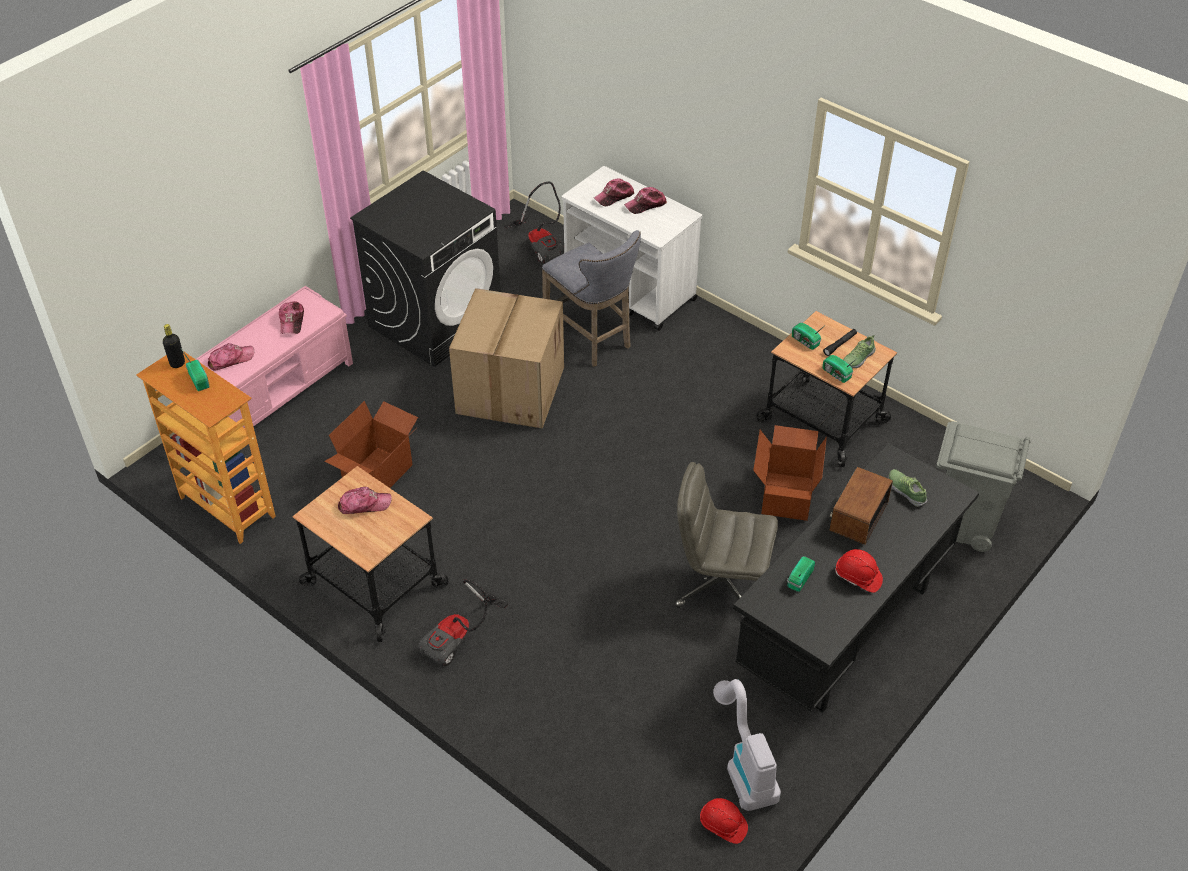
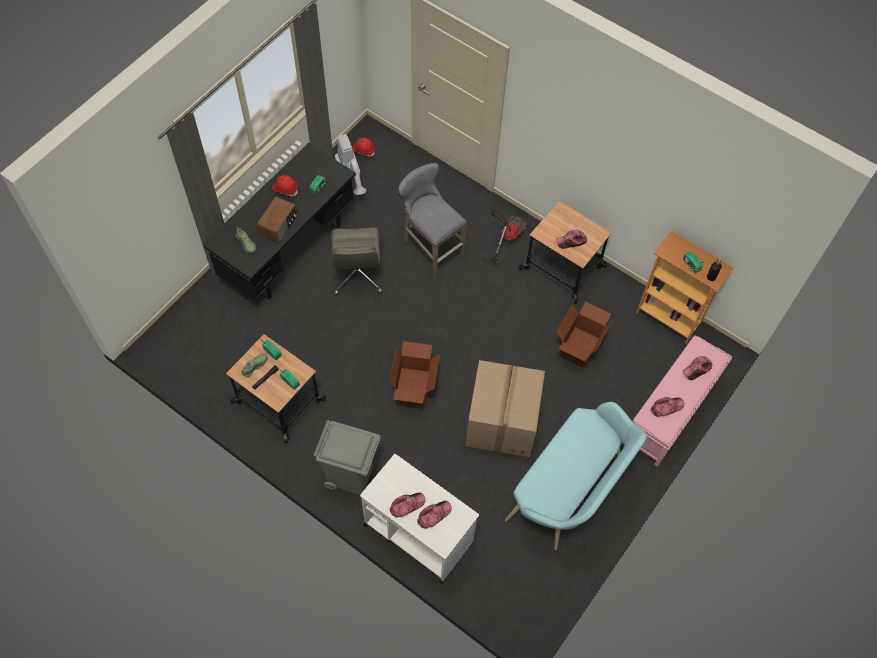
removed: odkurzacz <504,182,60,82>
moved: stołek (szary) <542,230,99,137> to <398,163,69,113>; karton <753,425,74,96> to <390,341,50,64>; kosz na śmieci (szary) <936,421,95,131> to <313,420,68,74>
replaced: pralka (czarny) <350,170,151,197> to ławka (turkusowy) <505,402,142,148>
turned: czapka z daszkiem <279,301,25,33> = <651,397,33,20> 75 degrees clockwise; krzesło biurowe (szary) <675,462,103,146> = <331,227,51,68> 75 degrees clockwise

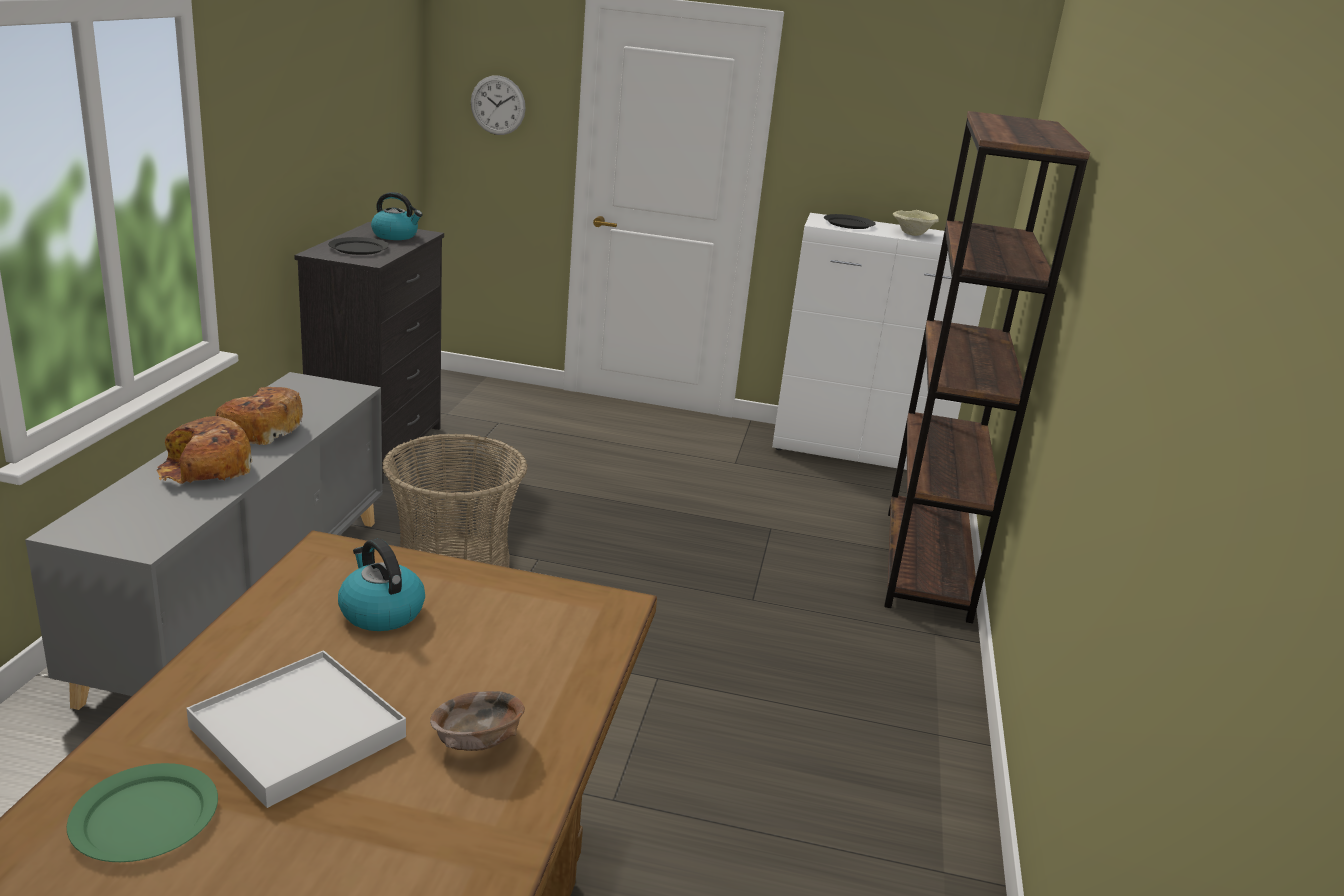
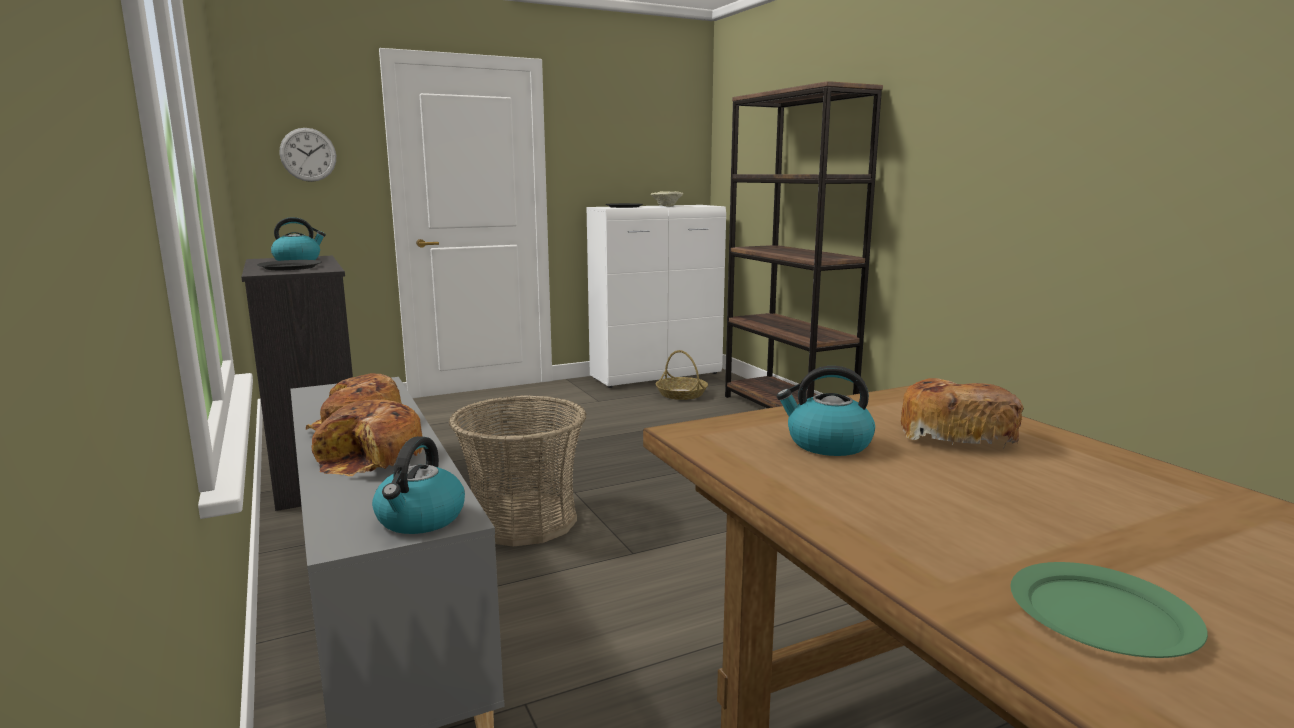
removed: taca (biały) <186,650,220,158>; miska (brązowy) <430,691,95,60>
added: czajnik <372,436,93,98>; koszyk <656,350,52,50>; chleb <901,378,123,72>

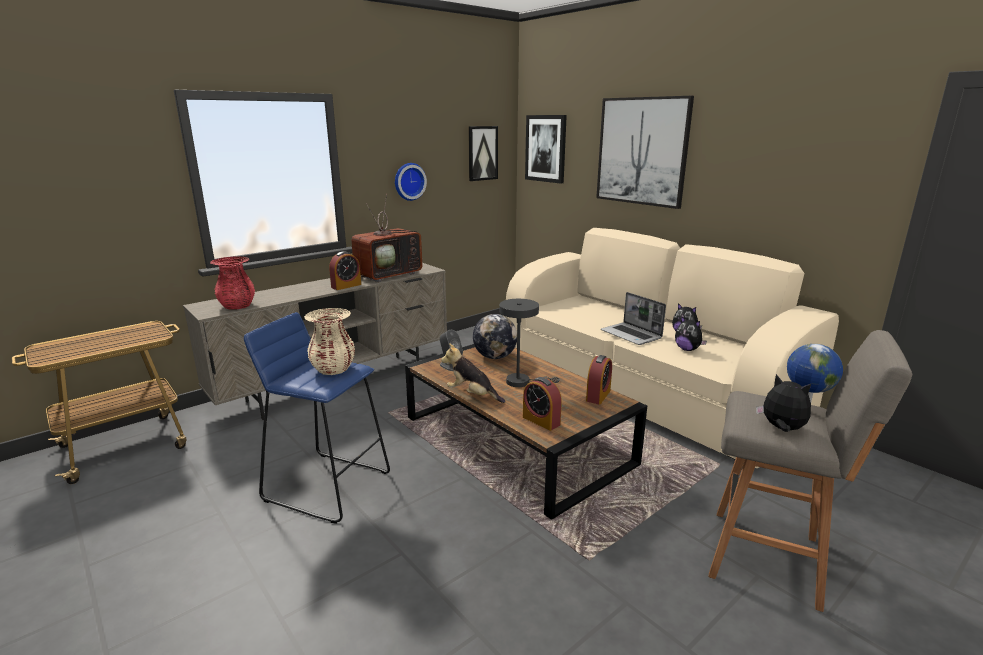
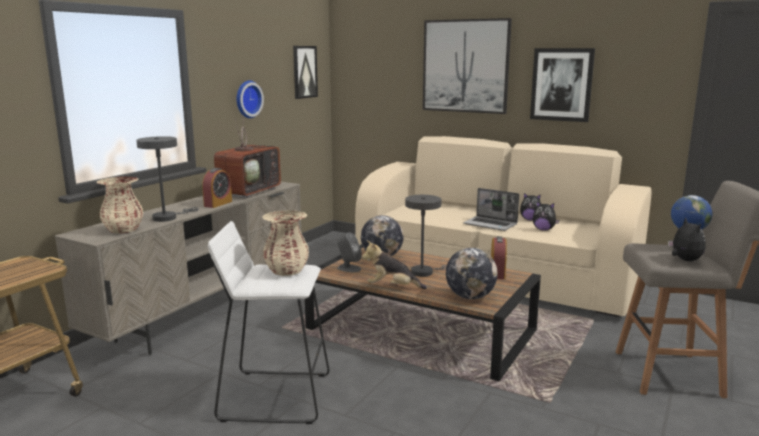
added: lampa stołowa (szary) <136,136,62,86>
moved: obraz <525,115,42,69> to <530,48,65,74>
replaced: budzik <523,377,39,54> to globus <446,248,52,51>
recoloured: wazon (czerwony) <210,257,45,53> to wazon (beżowy) <96,177,48,57>; stołek (niebieski) <244,312,146,212> to stołek (biały) <208,221,122,203>
turned: pluszak <756,374,55,58> = <668,218,38,43> 60 degrees clockwise

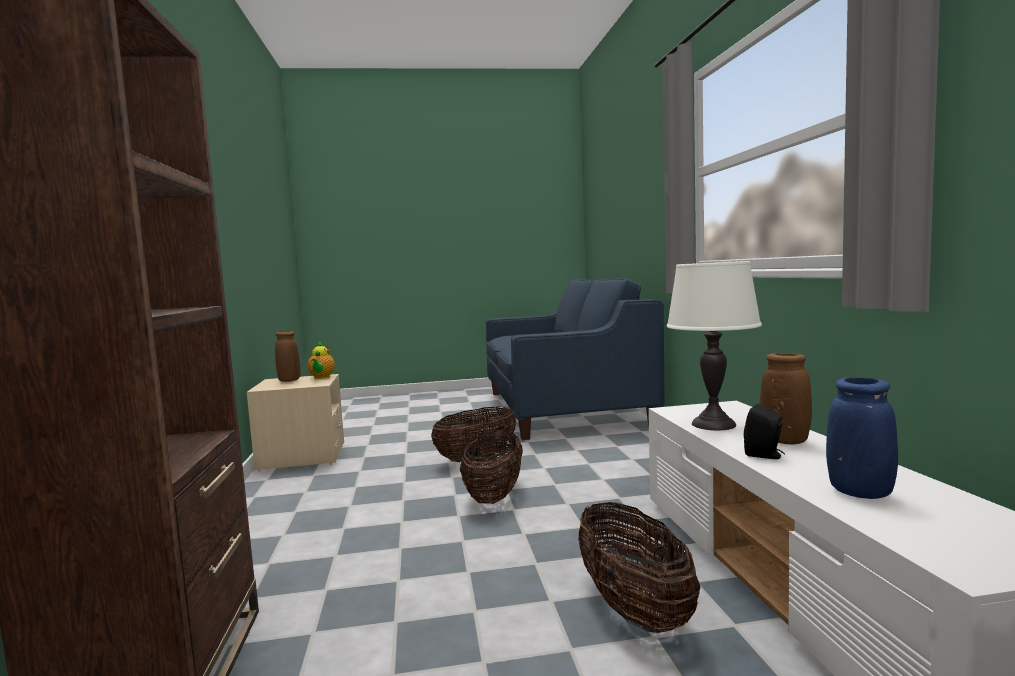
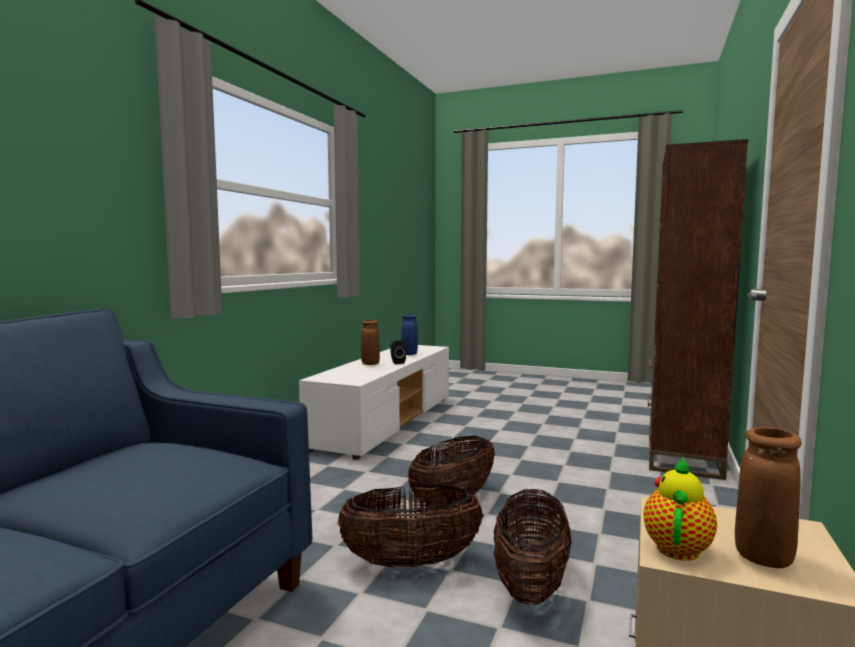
removed: lampa stołowa (biały) <666,261,96,169>
moved: koszyk <578,502,122,131> to <493,489,79,116>

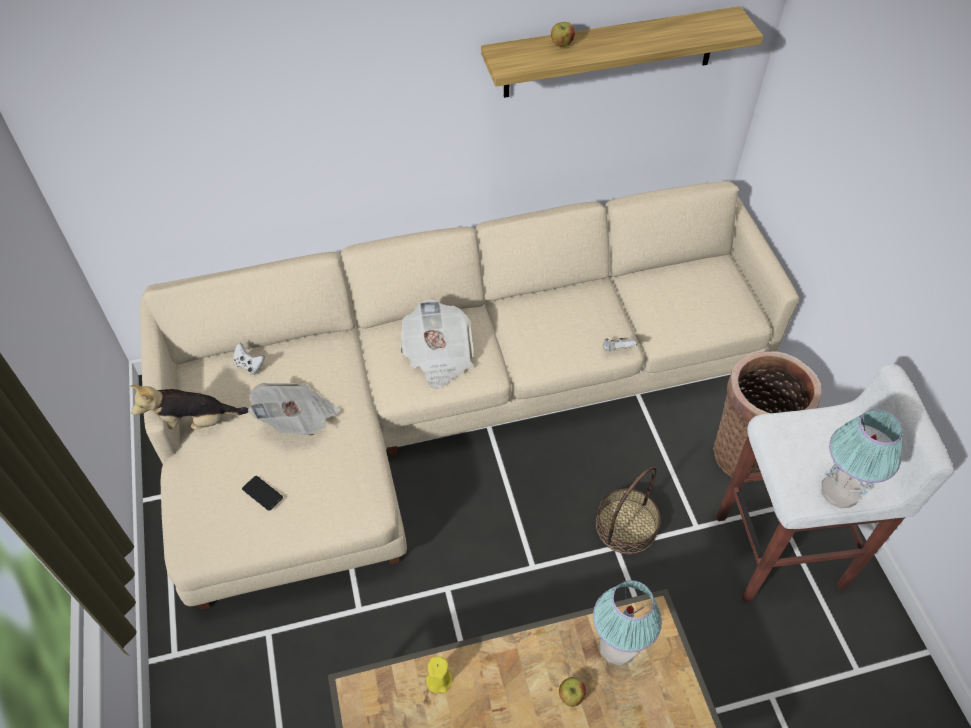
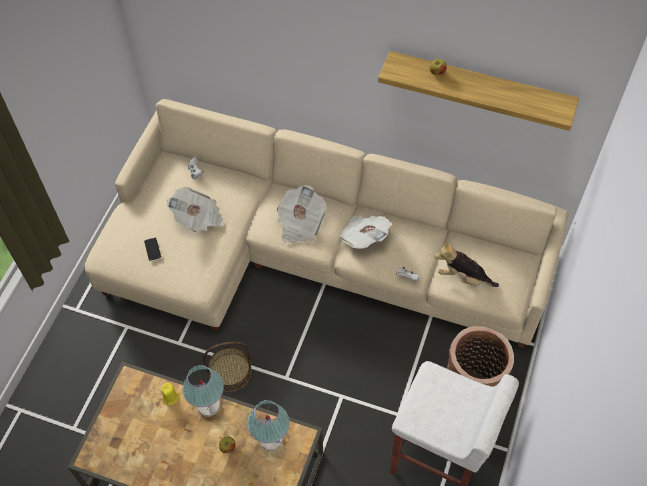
added: gazeta <338,215,54,34>
moved: pluszak <130,385,118,45> to <434,241,65,46>; koszyk <596,466,65,88> to <203,342,49,50>; lampa stołowa <821,409,82,99> to <183,365,41,52>

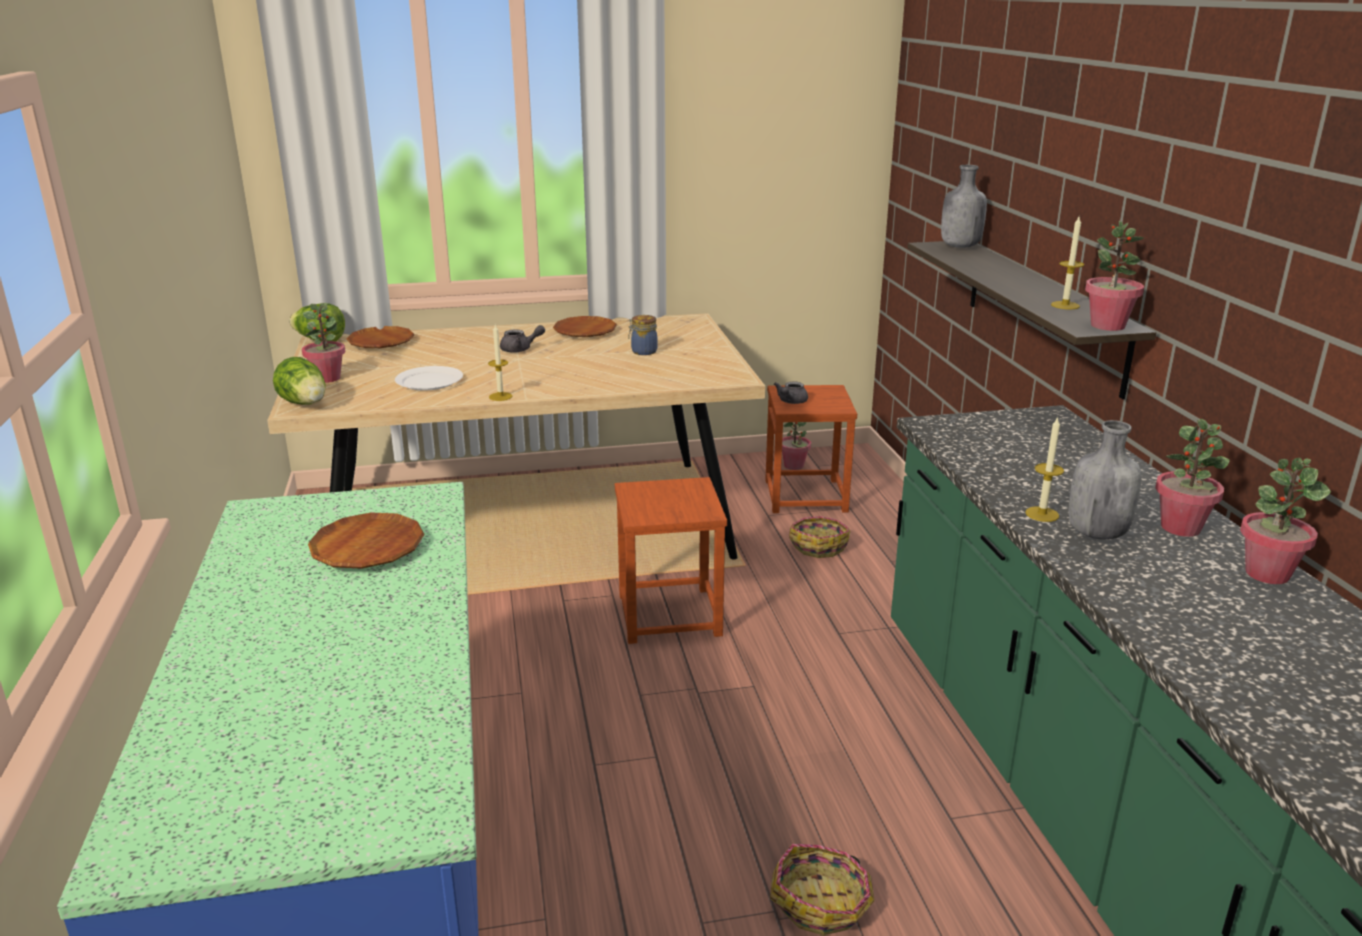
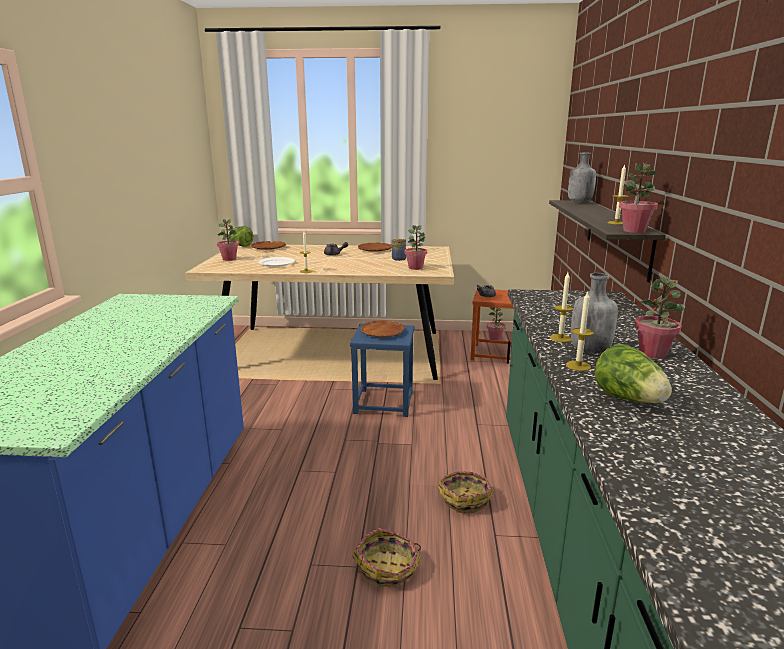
added: świeca <566,291,28,80>
moved: sałata <273,357,53,48> to <595,344,77,59>; talerz (brązowy) <308,512,117,57> to <360,320,45,17>; koszyk <789,516,61,42> to <438,471,56,42>; roślina doniczkowa <1240,458,91,126> to <404,225,23,45>
recoloured: stołek (brązowy) <615,477,112,167> to stołek (niebieski) <350,323,64,94>

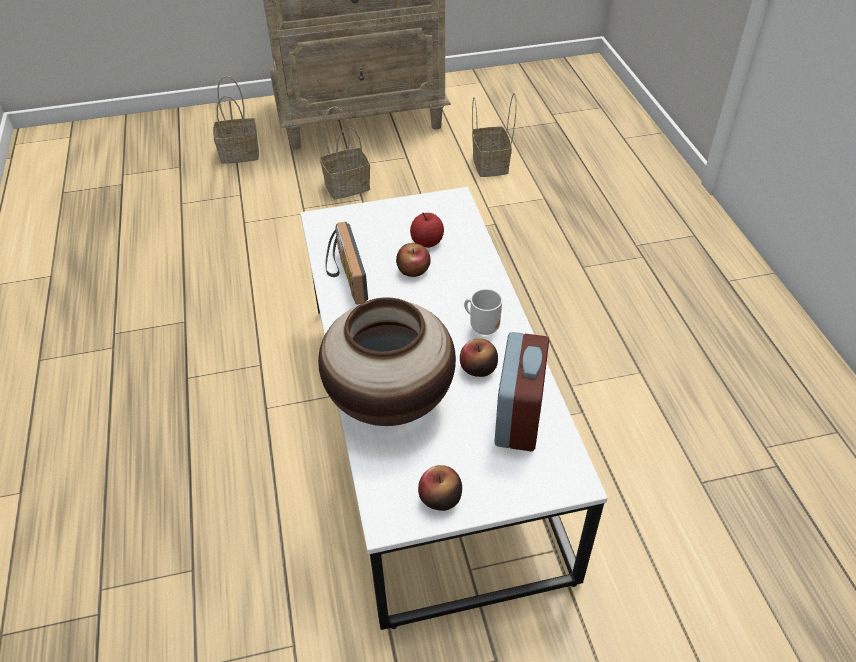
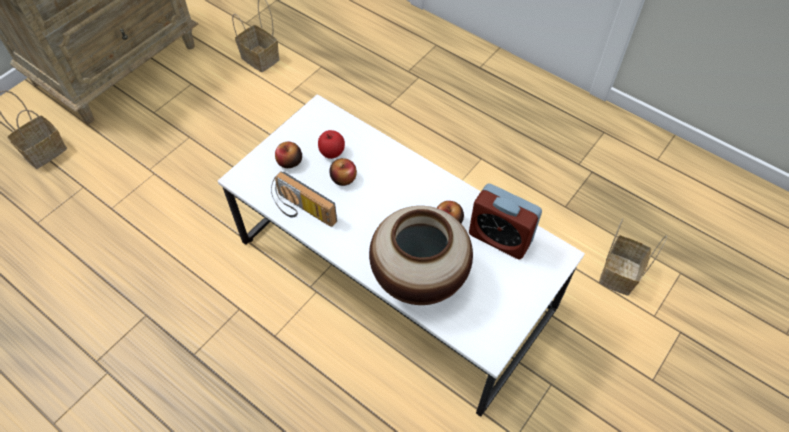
removed: kubek <464,289,38,46>
moved: koszyk <320,106,50,93> to <599,218,68,78>; jabłko <418,465,44,46> to <275,142,27,26>
turned: budzik <494,332,55,119> = <469,183,73,77> 150 degrees clockwise

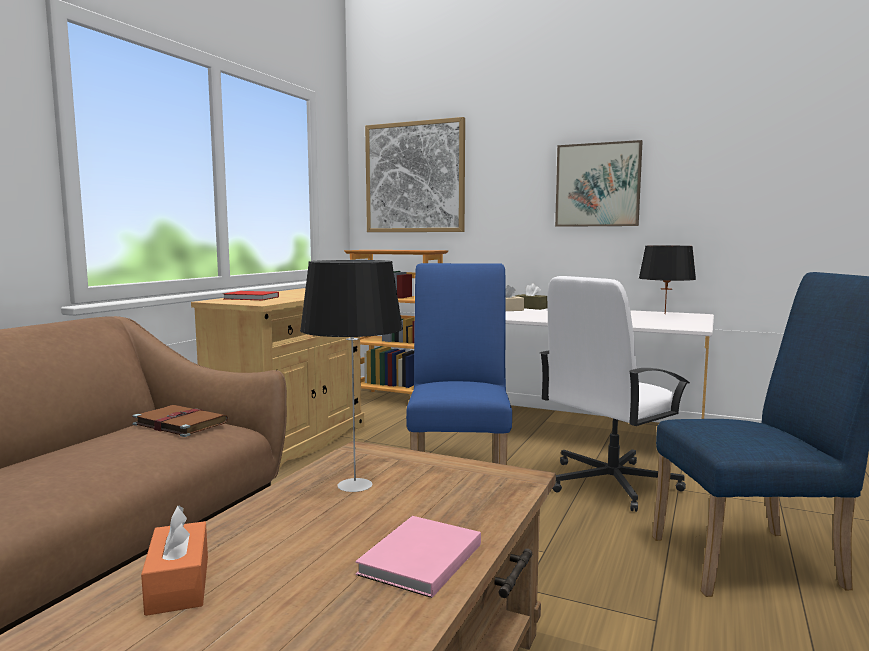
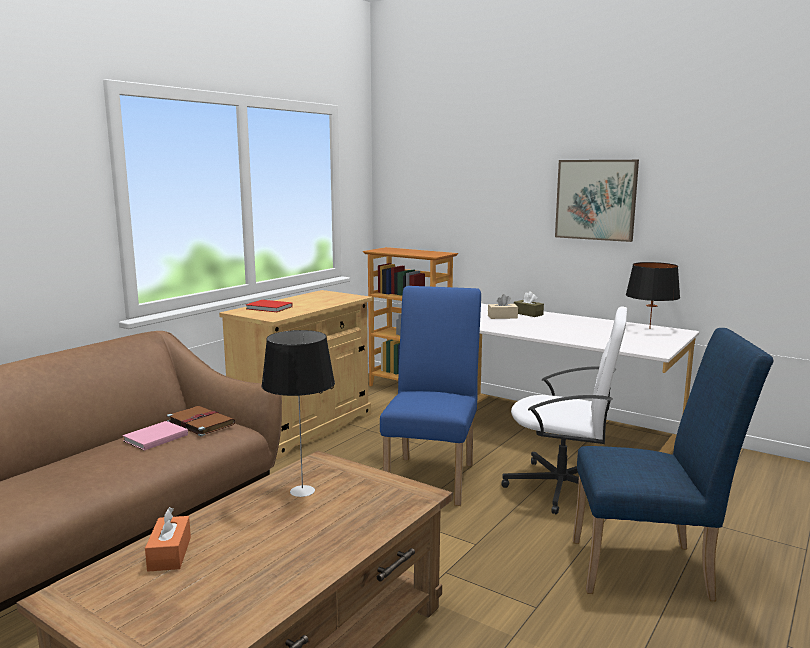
removed: obraz <365,117,100,115>
moved: książka (różowy) <355,516,126,82> to <123,421,65,30>
turned: krzesło biurowe (biały) <540,276,150,236> = <501,307,126,207> 135 degrees counterclockwise

